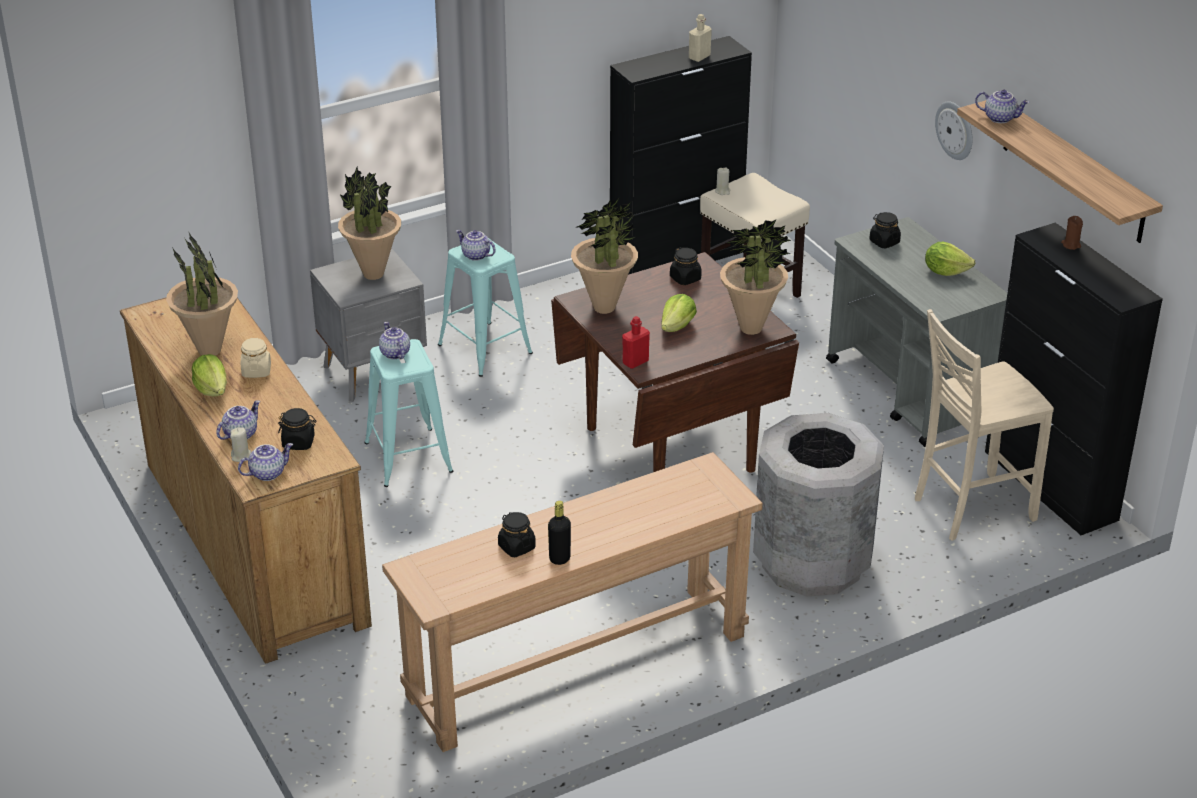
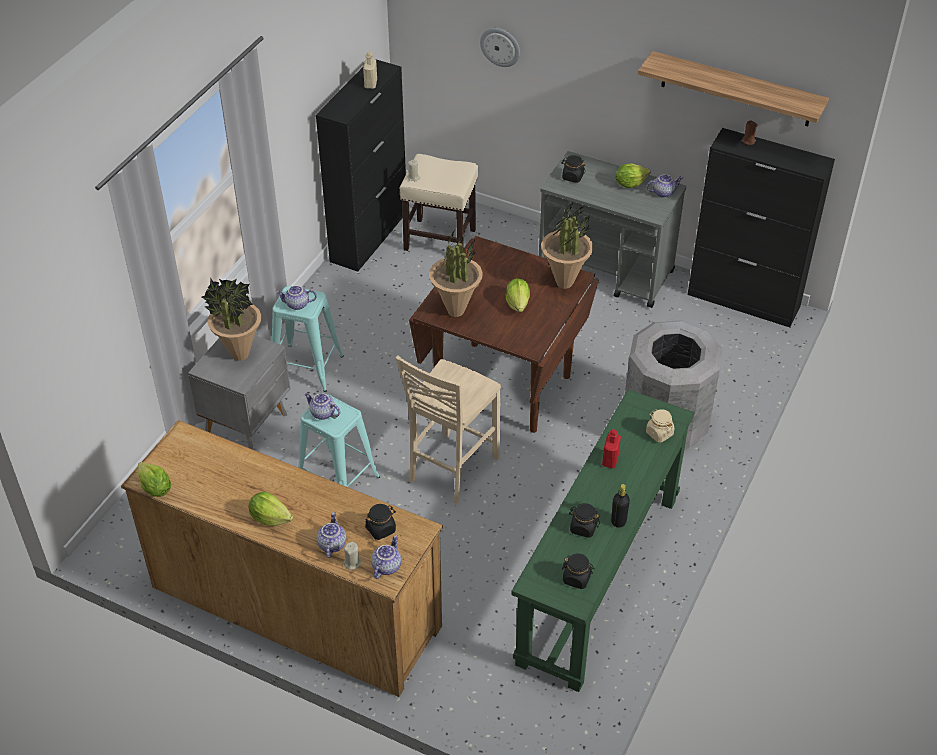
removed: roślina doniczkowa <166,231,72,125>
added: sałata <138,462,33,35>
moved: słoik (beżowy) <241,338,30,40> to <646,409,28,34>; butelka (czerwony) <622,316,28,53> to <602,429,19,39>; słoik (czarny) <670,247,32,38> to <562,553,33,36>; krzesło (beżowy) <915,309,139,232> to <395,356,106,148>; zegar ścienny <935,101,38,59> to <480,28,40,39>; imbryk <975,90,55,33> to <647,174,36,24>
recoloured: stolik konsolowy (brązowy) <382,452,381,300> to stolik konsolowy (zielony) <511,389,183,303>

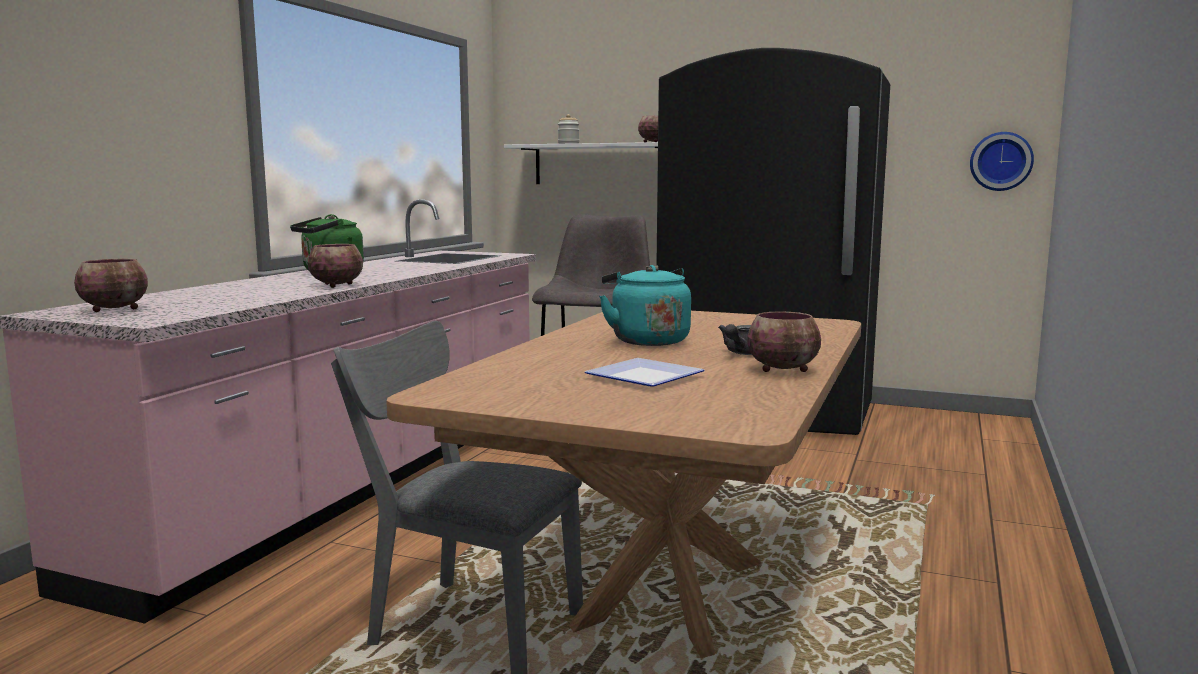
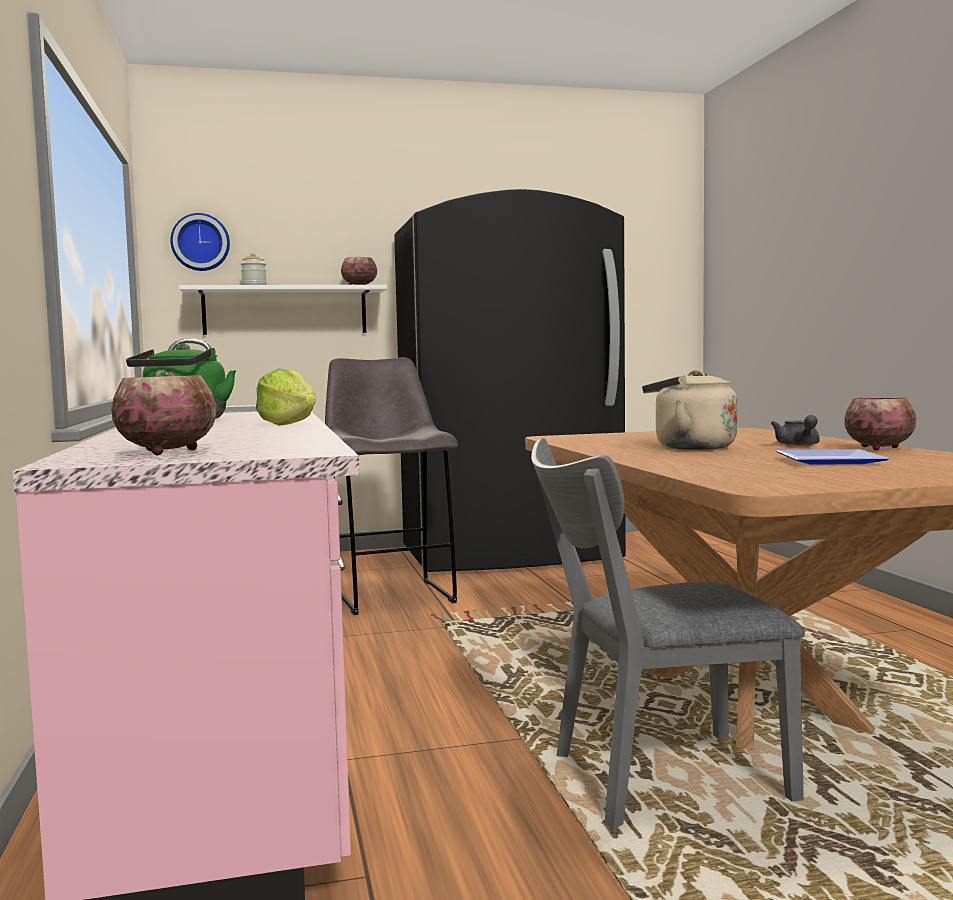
moved: zegar ścienny <970,132,64,59> to <170,213,60,58>
replaced: miska <308,244,55,44> to sałata <256,368,60,58>
recoloured: czajnik (turkusowy) <599,265,92,81> to czajnik (beżowy) <642,370,96,80>

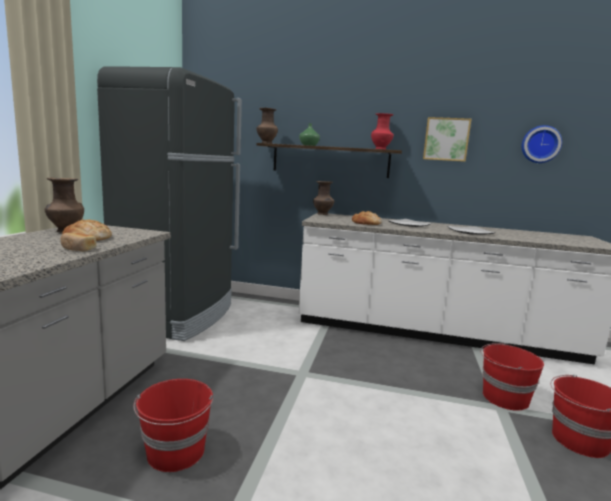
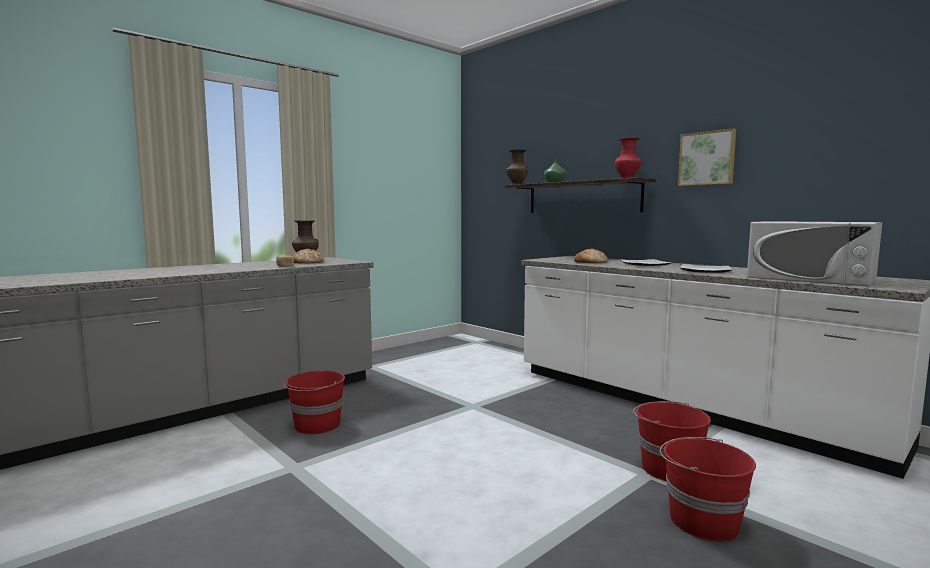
removed: lodówka (czarny) <97,66,145,275>; wazon (brązowy) <313,181,21,34>; zegar ścienny <521,125,41,38>
added: mikrofalówka (biały) <747,221,135,65>

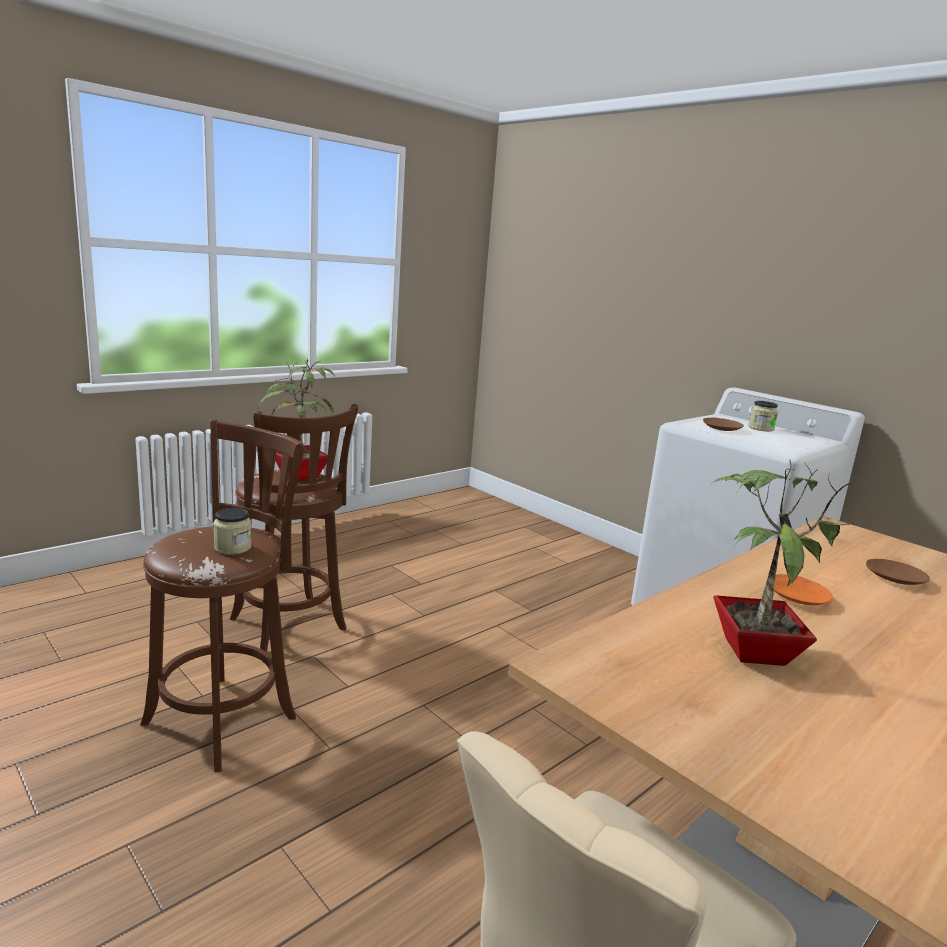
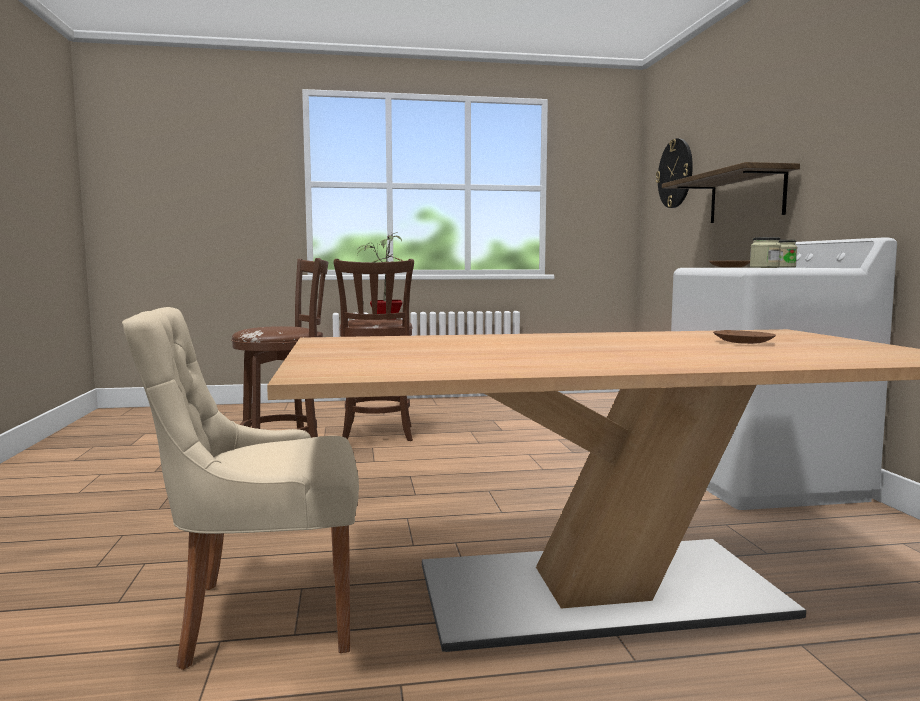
removed: roślina doniczkowa <710,460,145,206>; talerz (pomarańczowy) <774,574,59,31>
added: zegar ścienny <656,138,37,70>; półka <662,162,138,61>
moved: słoik <213,508,38,47> to <750,237,31,31>

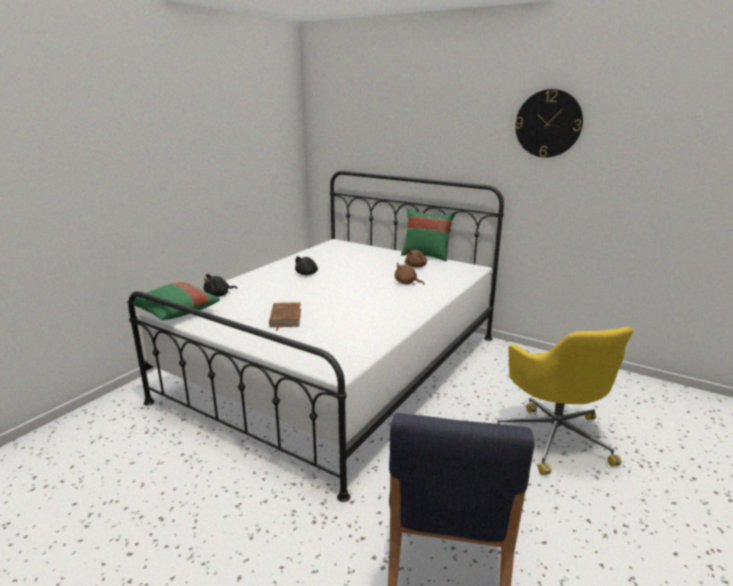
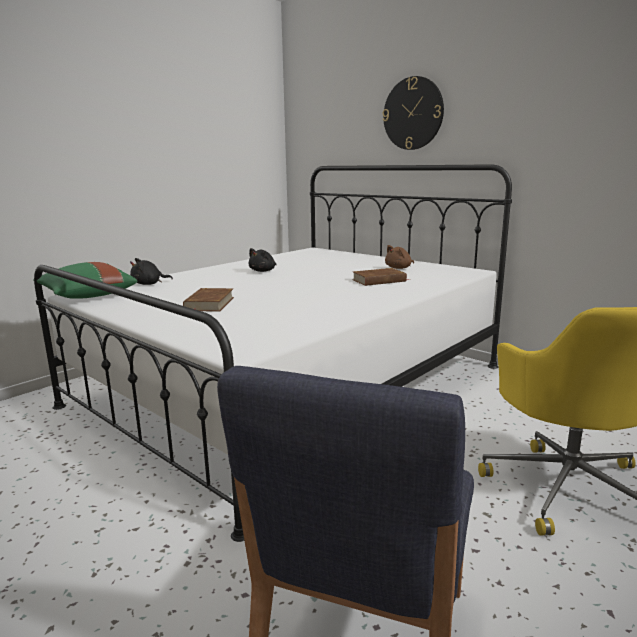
removed: poduszka (zielony) <401,209,54,53>
moved: zegar ścienny <515,89,68,69> to <383,76,61,74>
replaced: pluszak (brązowy) <395,261,29,24> to książka (brązowy) <352,268,57,18>

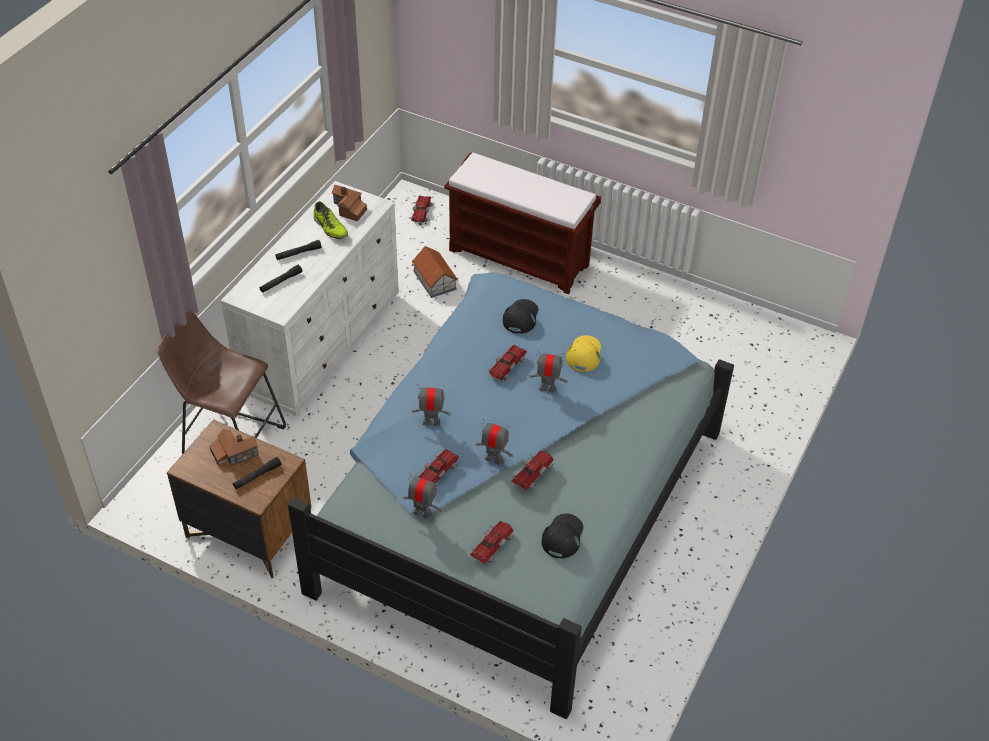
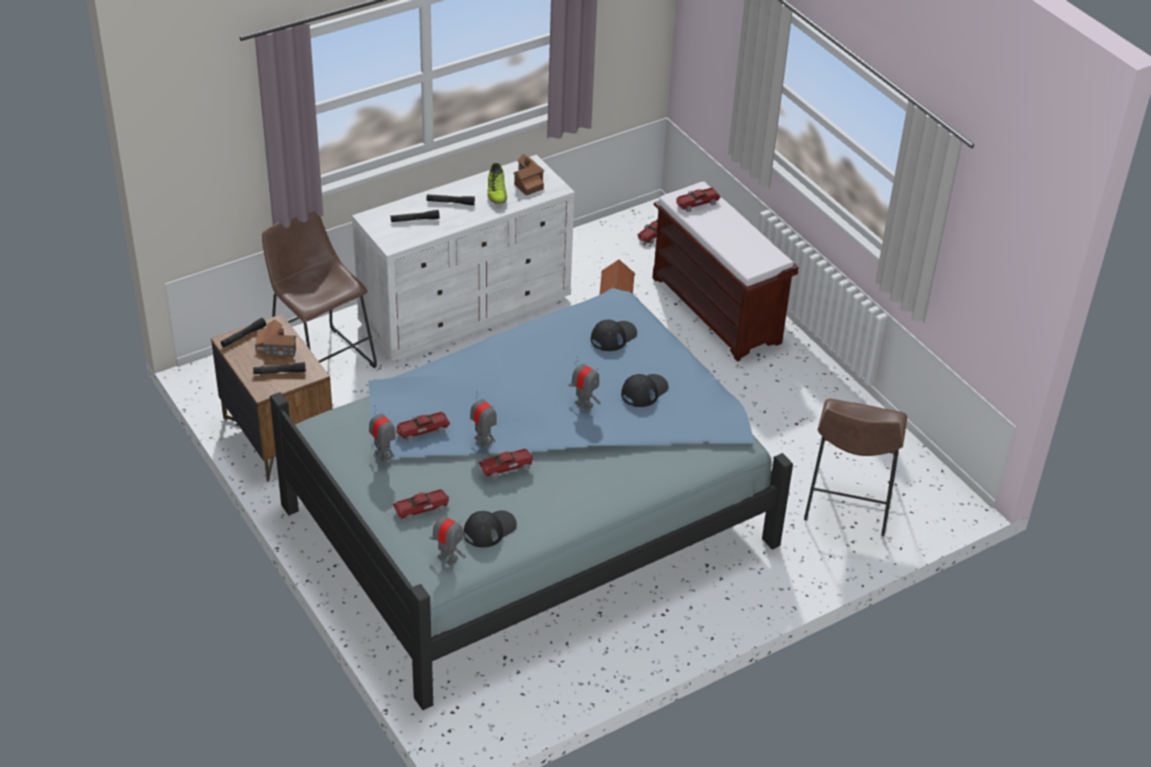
added: latarka (czarny) <221,318,45,29>; stołek (brązowy) <804,399,103,137>
moved: robot zabawkowy <412,385,39,41> to <429,509,37,56>; samochodzik <487,345,40,36> to <676,187,45,25>
recoloured: czapka z daszkiem (żółty) <566,335,35,37> to czapka z daszkiem (czarny) <621,374,48,33>

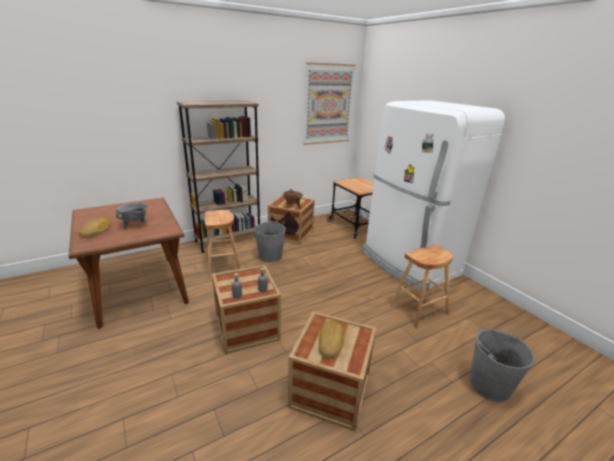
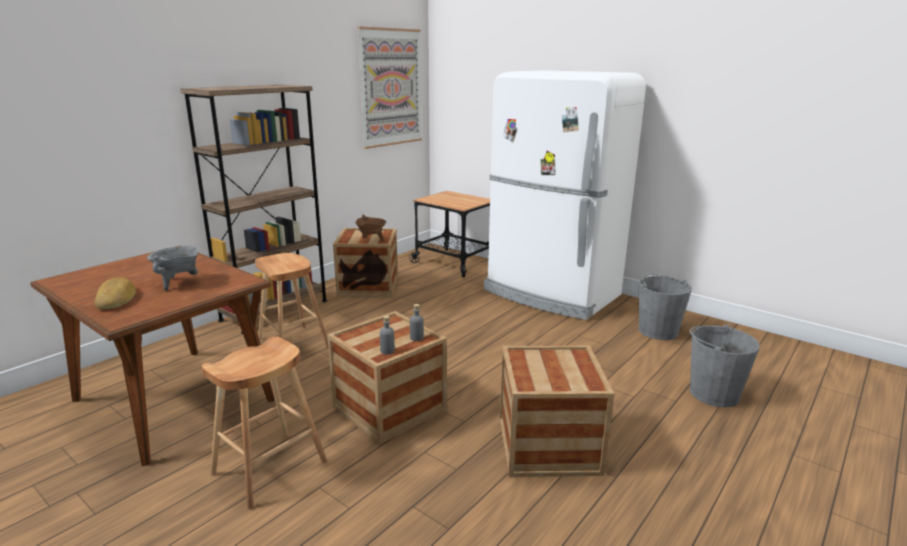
removed: chleb <319,320,26,37>
moved: wiadro (szary) <254,221,32,41> to <638,274,54,66>; stołek (brązowy) <390,244,63,84> to <202,336,125,173>

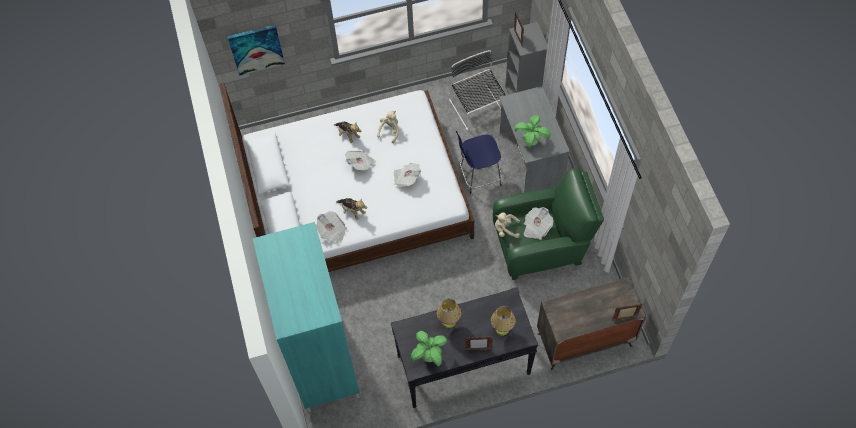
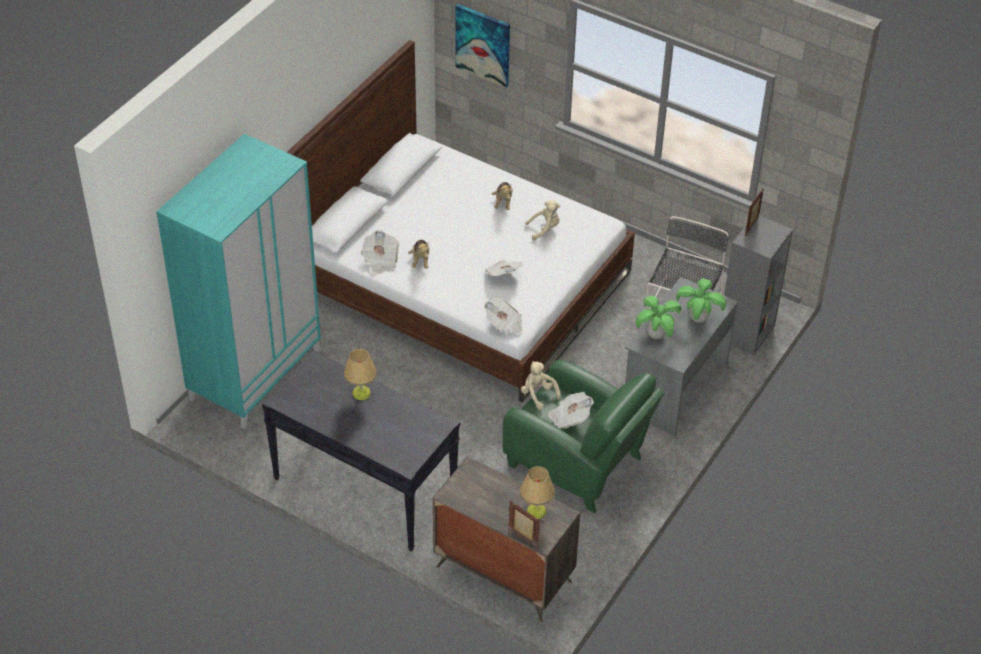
removed: stołek (niebieski) <456,131,46,63>; ramka na zdjęcie <465,336,28,14>
moved: gazeta <345,151,31,20> to <484,298,39,36>; roślina doniczkowa <411,331,36,35> to <676,279,50,44>; lampa stołowa <491,306,25,30> to <520,466,35,53>

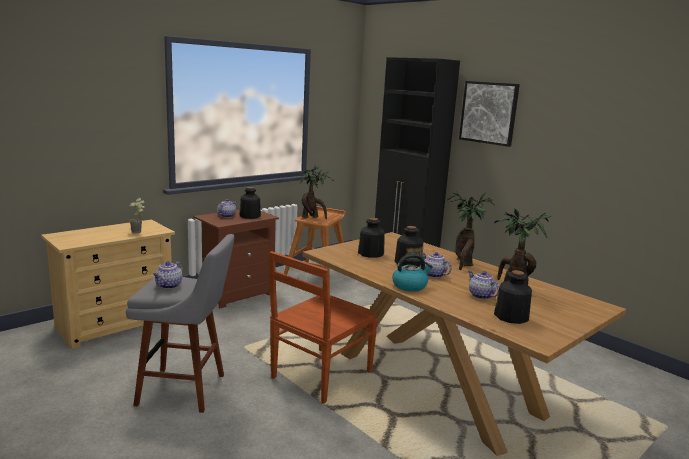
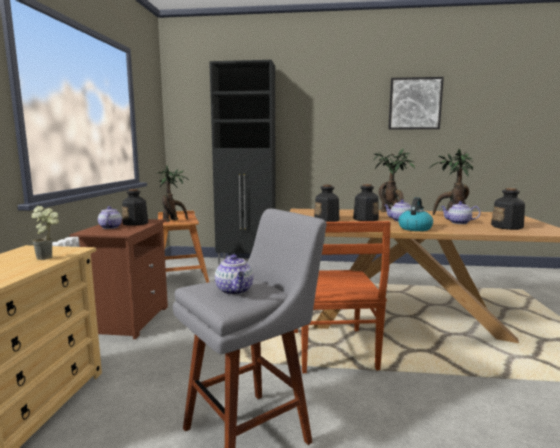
moved: obraz <459,81,61,66> to <388,77,56,52>

